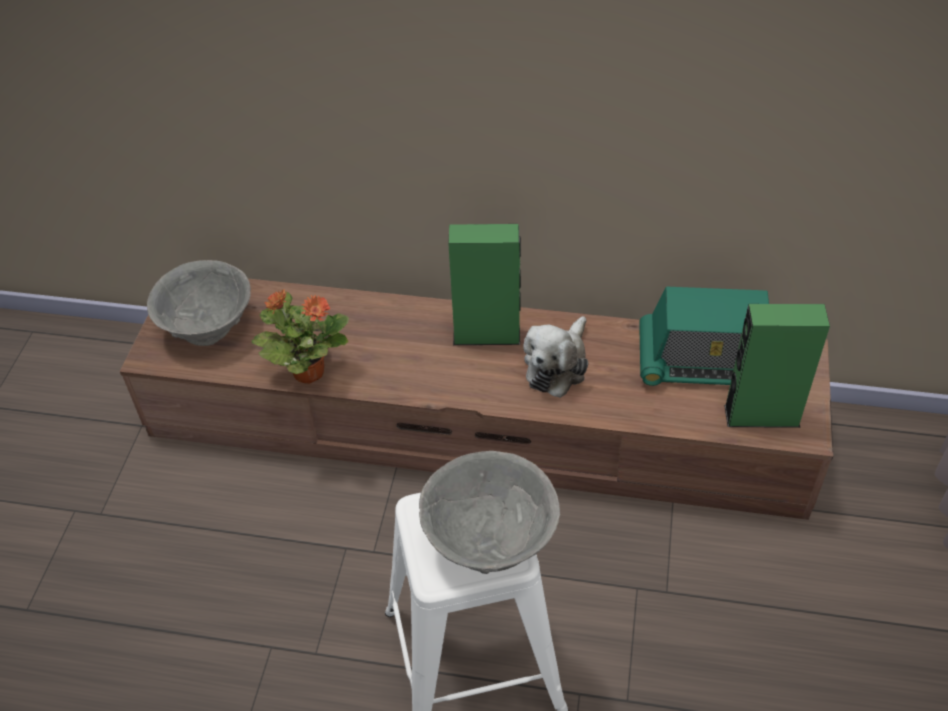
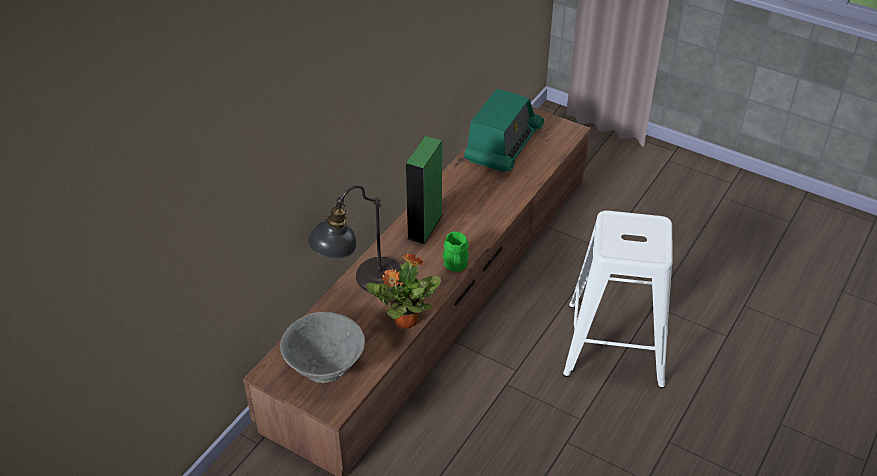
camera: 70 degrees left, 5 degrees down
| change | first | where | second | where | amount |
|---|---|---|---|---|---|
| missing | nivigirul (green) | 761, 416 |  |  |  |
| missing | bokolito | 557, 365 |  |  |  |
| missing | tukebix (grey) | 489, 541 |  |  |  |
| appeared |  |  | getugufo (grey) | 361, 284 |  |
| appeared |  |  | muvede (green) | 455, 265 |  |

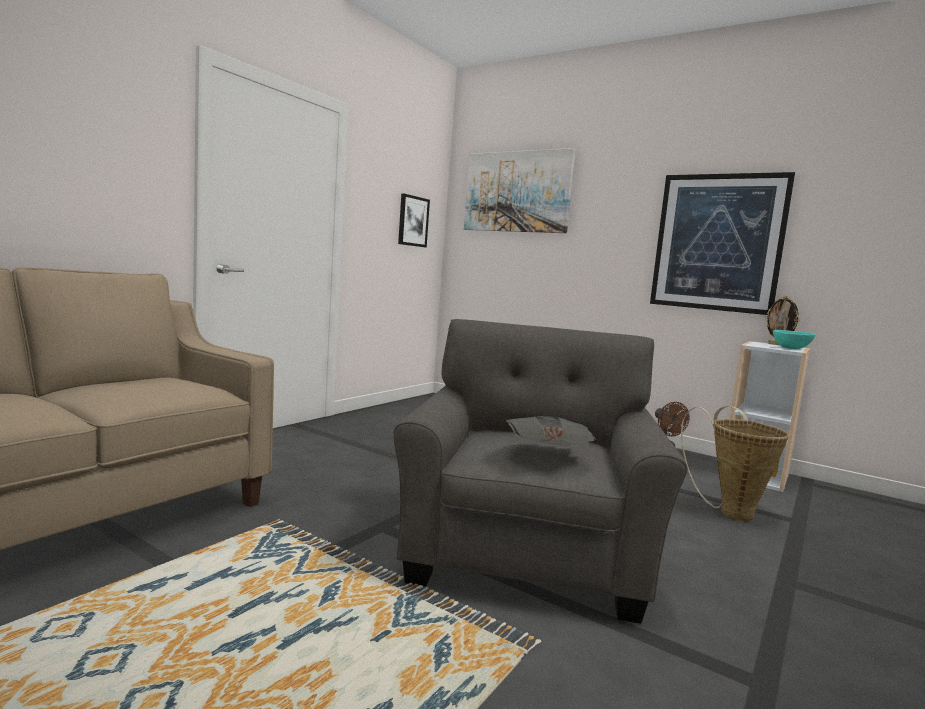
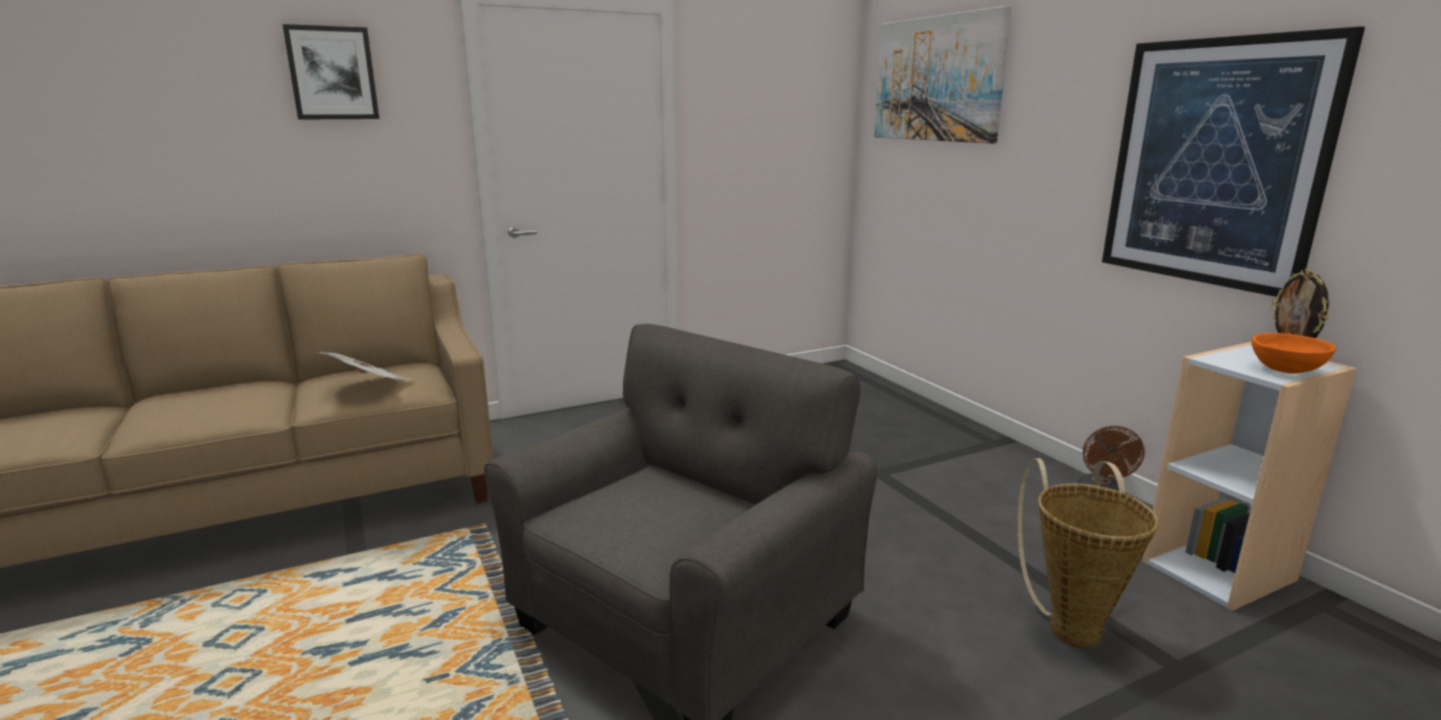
camera: 30 degrees right, 10 degrees up
| change | first | where | second | where | amount |
|---|---|---|---|---|---|
| relocated | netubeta | 413, 221 |  | 332, 73 |  |
| colour | tukebix (turquoise) | 791, 348 | tukebix (orange) | 1286, 371 |  |
| relocated | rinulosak | 548, 456 |  | 370, 387 |  |

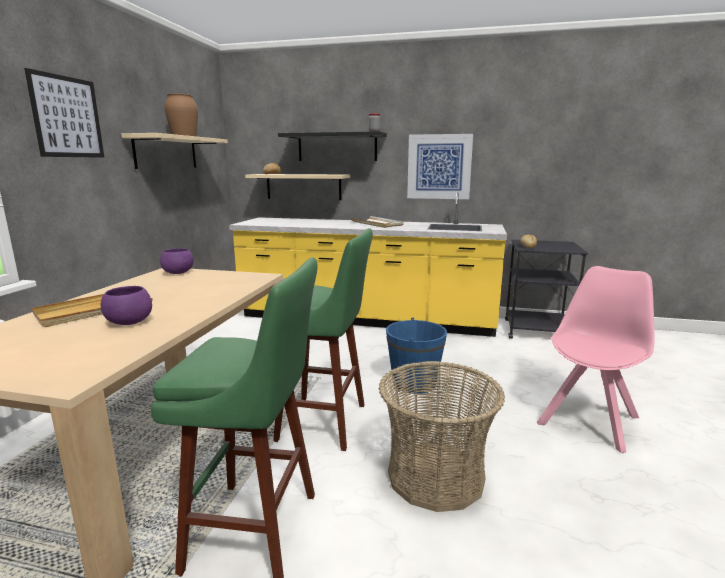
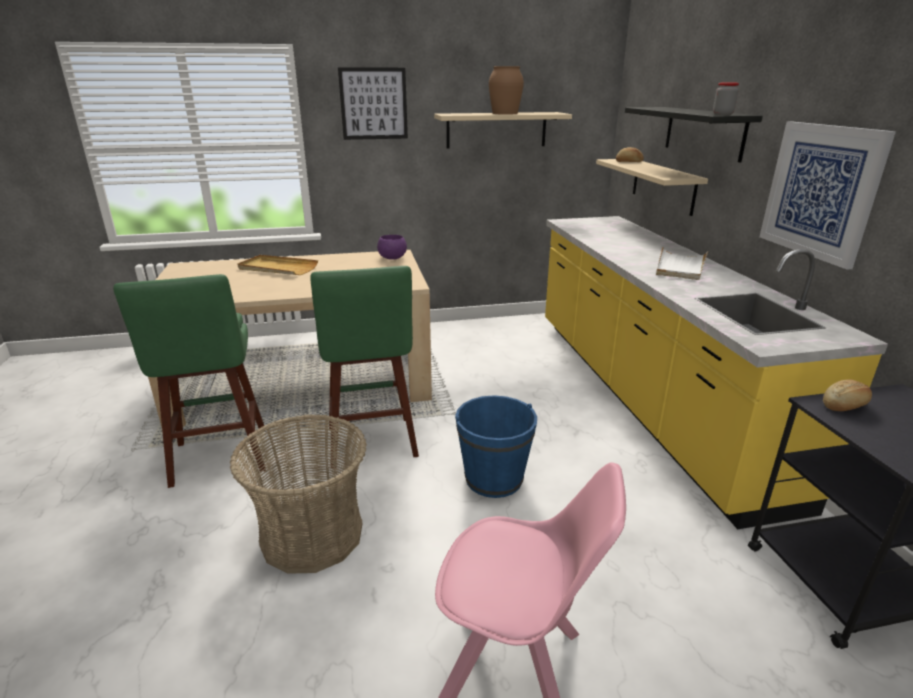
camera: 65 degrees right, 10 degrees up
| change | first | where | second | where | amount |
|---|---|---|---|---|---|
| missing | tukebix (purple) | 129, 323 |  |  |  |

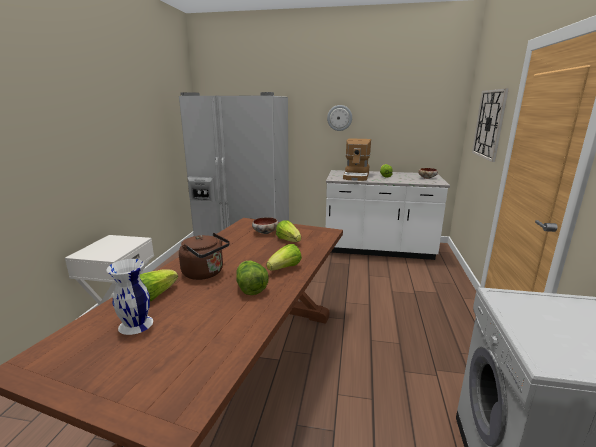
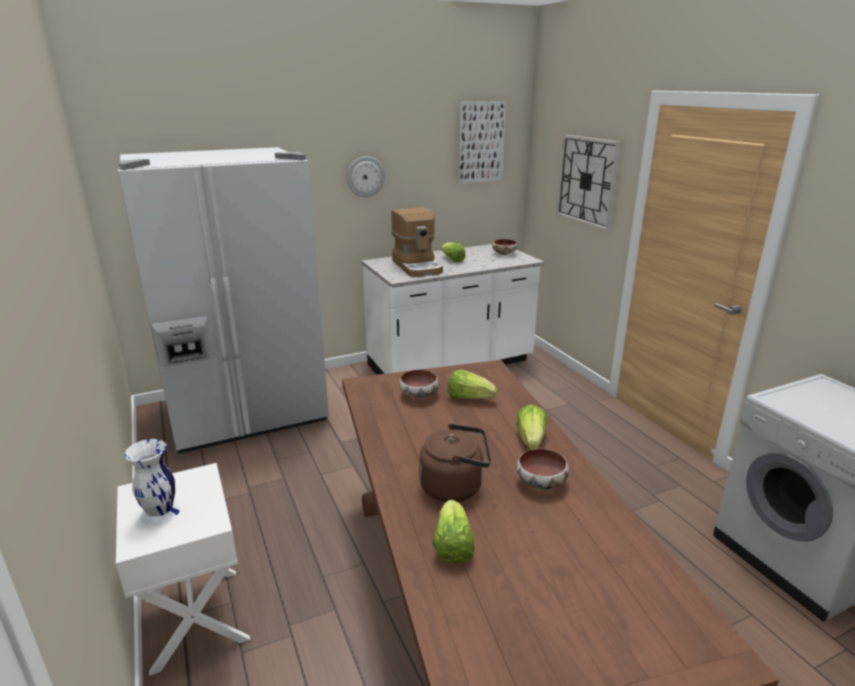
camera: 35 degrees left, 5 degrees up
| change | first | where | second | where | amount |
|---|---|---|---|---|---|
| relocated | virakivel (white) | 135, 324 |  | 160, 513 |  |
| exchanged | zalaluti | 250, 288 | tukebix | 541, 483 |  |
| appeared |  |  | netubeta | 480, 142 |  |

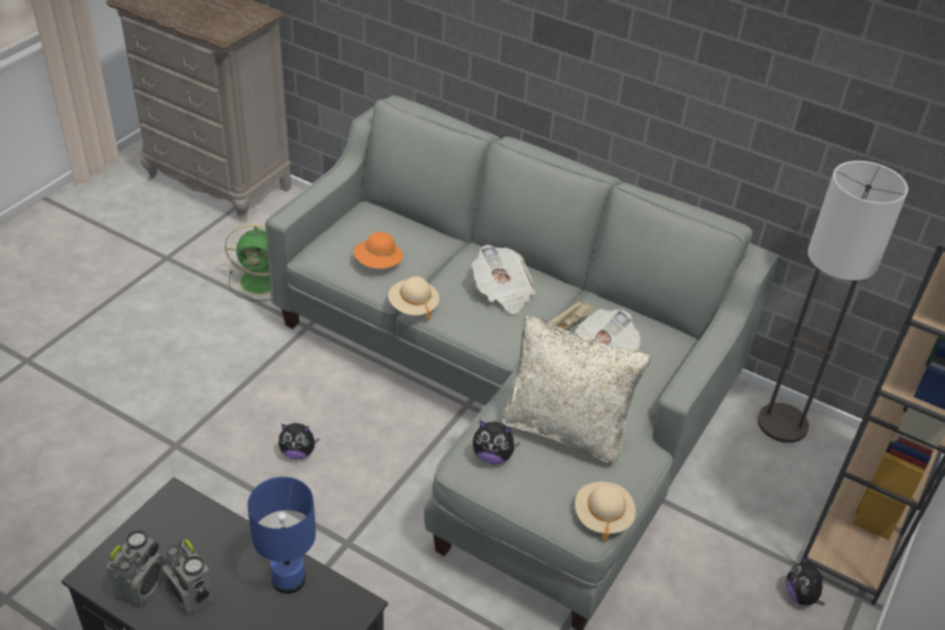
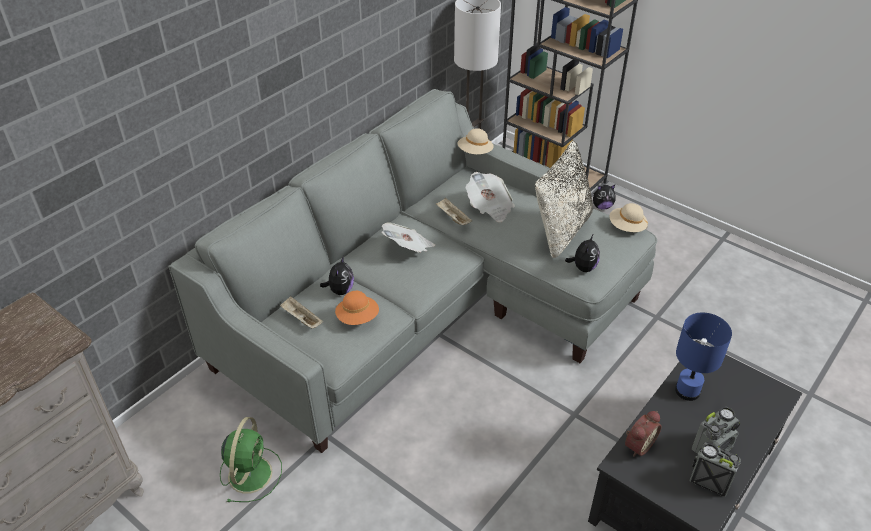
camera: 80 degrees left, 0 degrees up
| change | first | where | second | where | amount |
|---|---|---|---|---|---|
| relocated | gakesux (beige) | 413, 306 |  | 475, 152 |  |
| relocated | bokolito | 298, 452 |  | 340, 290 |  |
| appeared |  |  | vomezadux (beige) | 301, 319 |  |
| appeared |  |  | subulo | 637, 444 |  |

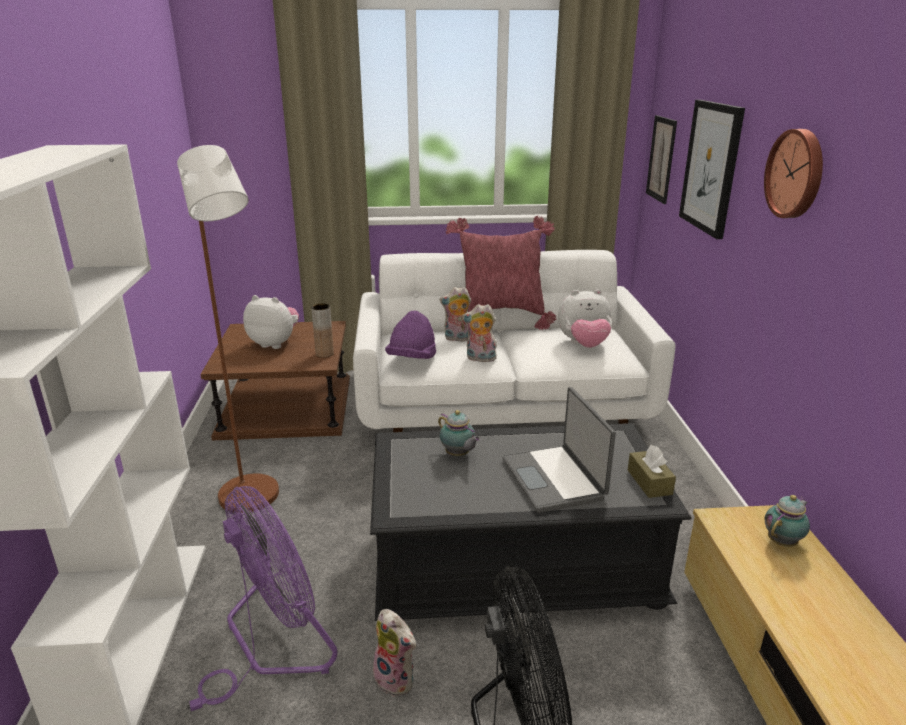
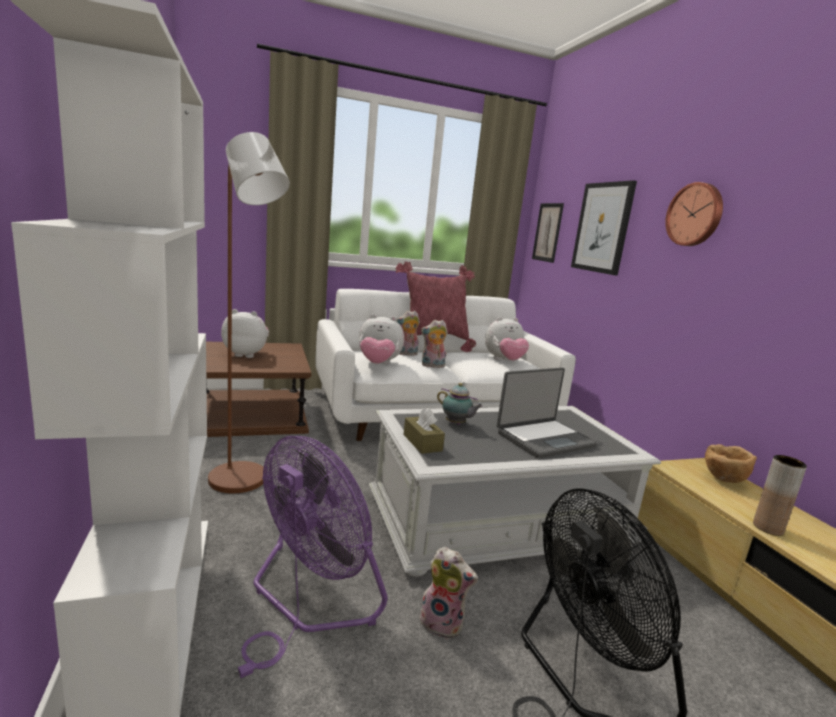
camera: 15 degrees left, 10 degrees down
| change | first | where | second | where | amount |
|---|---|---|---|---|---|
| relocated | virakivel (brown) | 324, 354 |  | 768, 528 |  |
| exchanged | gakesux (purple) | 412, 359 | bokolito | 378, 364 |  |
| spun | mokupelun | 554, 479 |  | 544, 438 | 90 degrees counterclockwise |
| colour | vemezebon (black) | 515, 560 | vemezebon (white) | 498, 519 |  |
| relocated | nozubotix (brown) | 649, 482 |  | 422, 443 |  |
| exchanged | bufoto | 783, 542 | tukebix (brown) | 723, 480 |  |

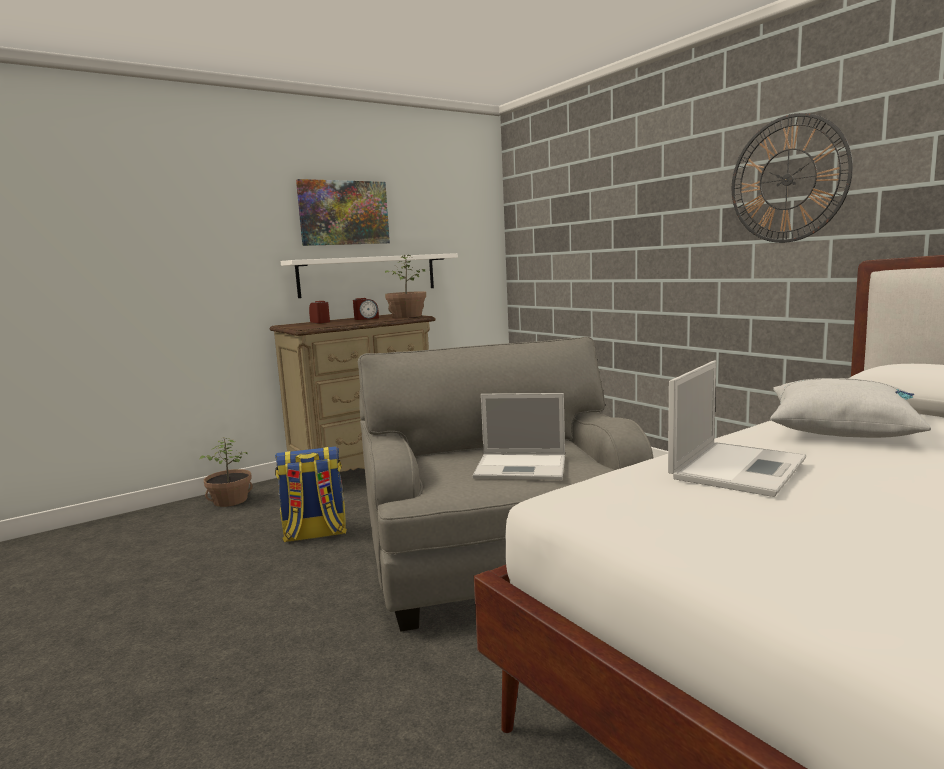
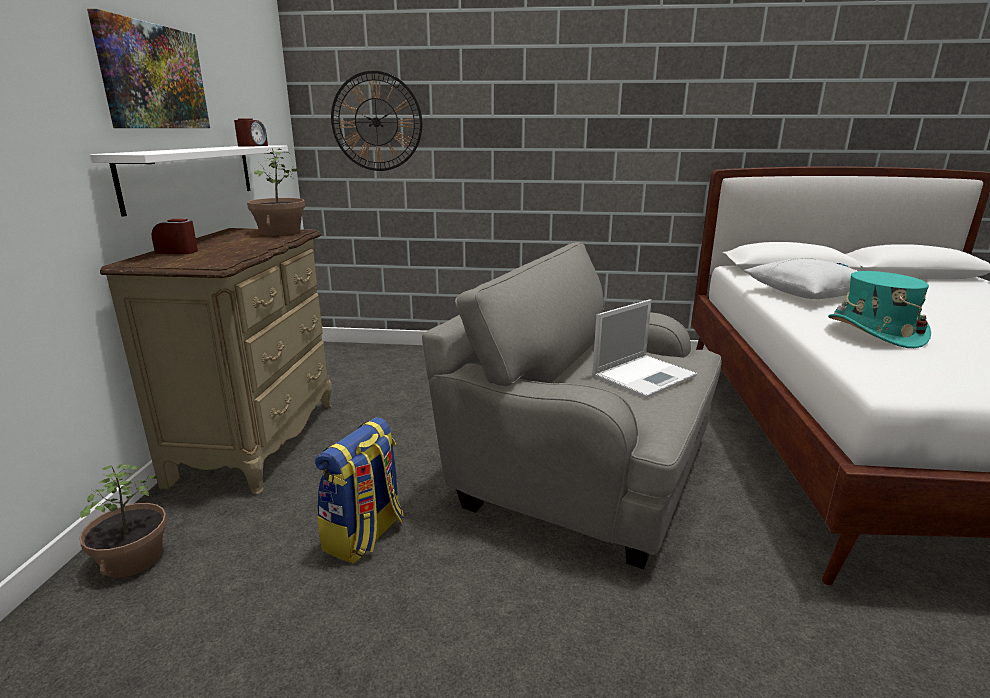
camera: 50 degrees left, 10 degrees up
| change | first | where | second | where | amount |
|---|---|---|---|---|---|
| relocated | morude | 787, 179 |  | 376, 122 |  |
| relocated | subulo | 366, 318 |  | 252, 146 |  |
| exchanged | mokupelun | 738, 468 | gakesux (turquoise) | 874, 332 |  |

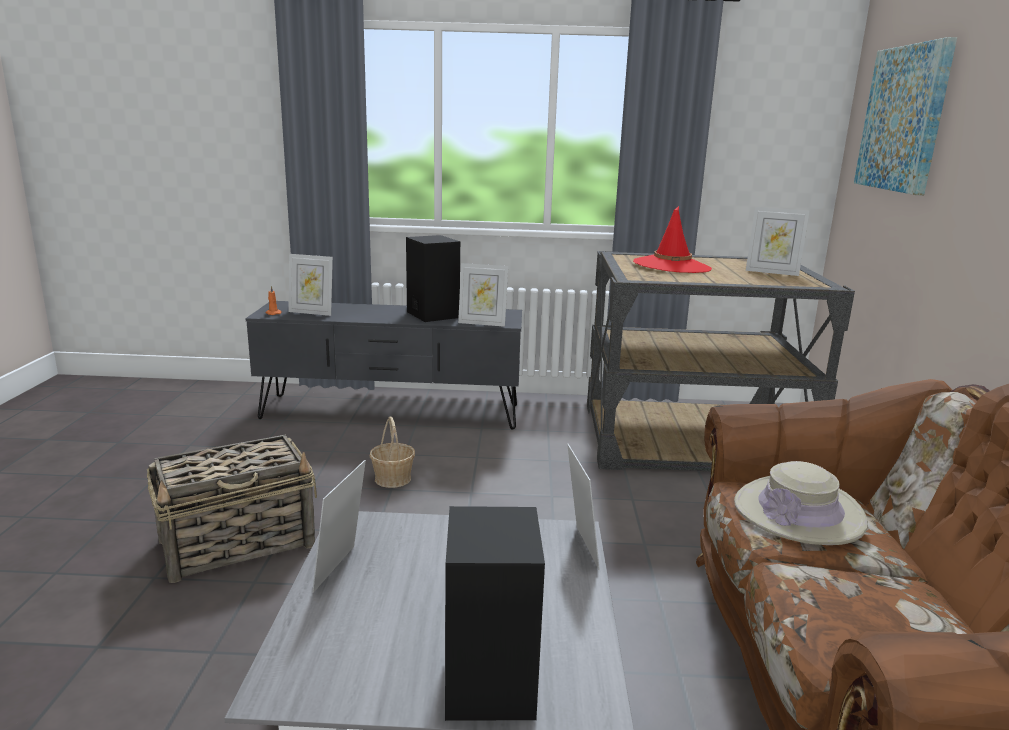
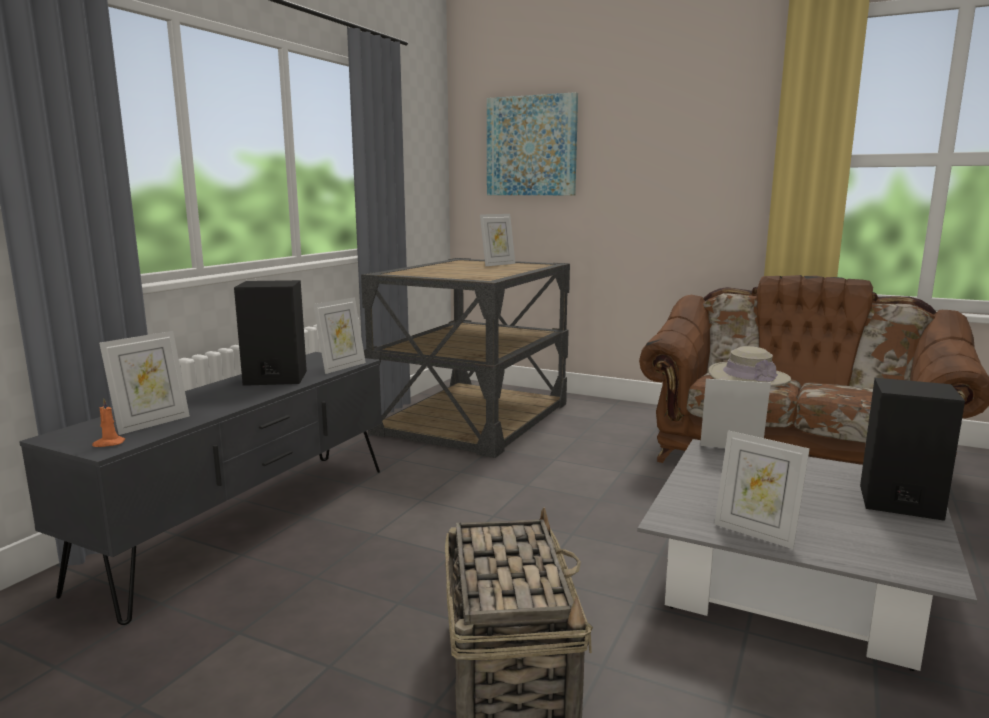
camera: 65 degrees left, 5 degrees down
| change | first | where | second | where | amount |
|---|---|---|---|---|---|
| missing | gakesux (red) | 671, 266 |  |  |  |
| missing | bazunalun | 393, 478 |  |  |  |

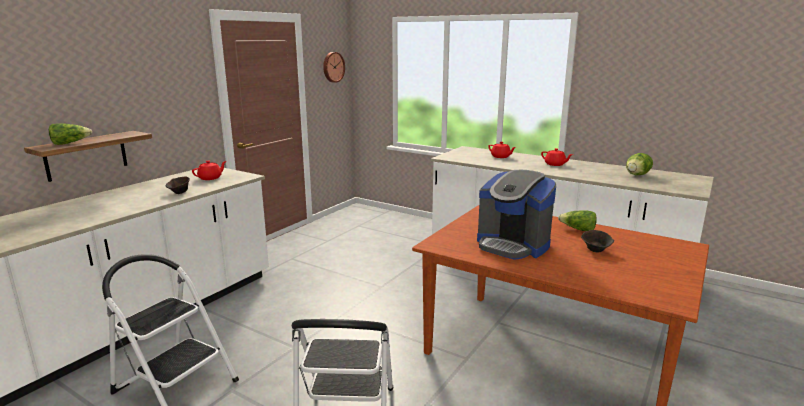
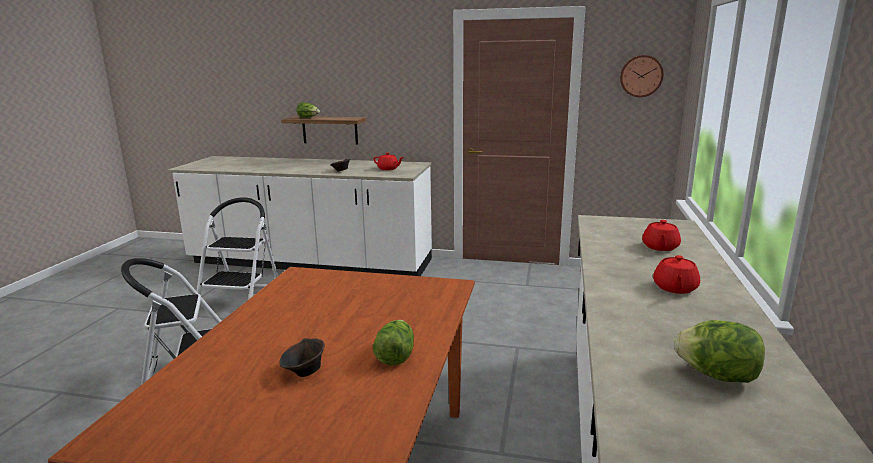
camera: 70 degrees right, 0 degrees up
| change | first | where | second | where | amount |
|---|---|---|---|---|---|
| missing | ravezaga | 512, 245 |  |  |  |

